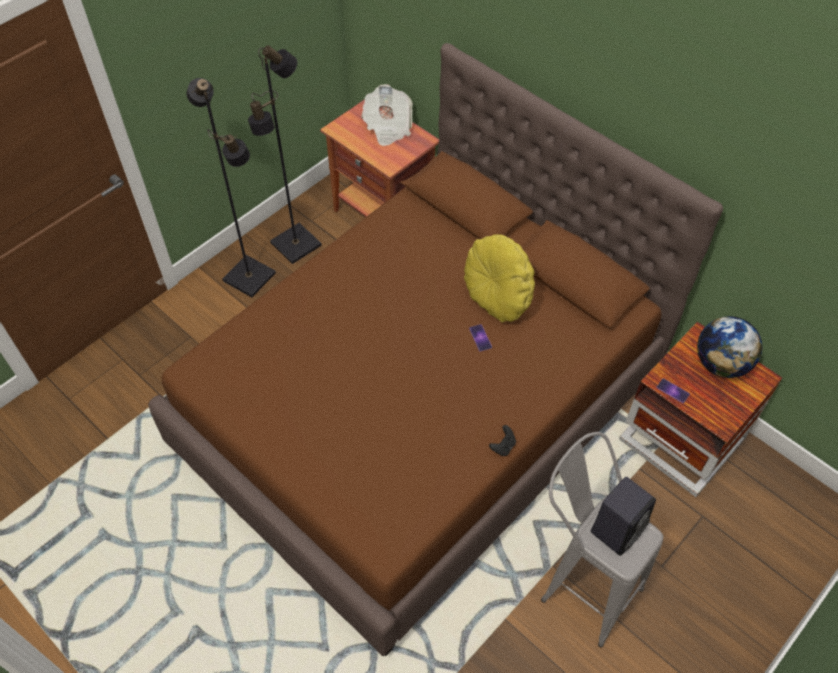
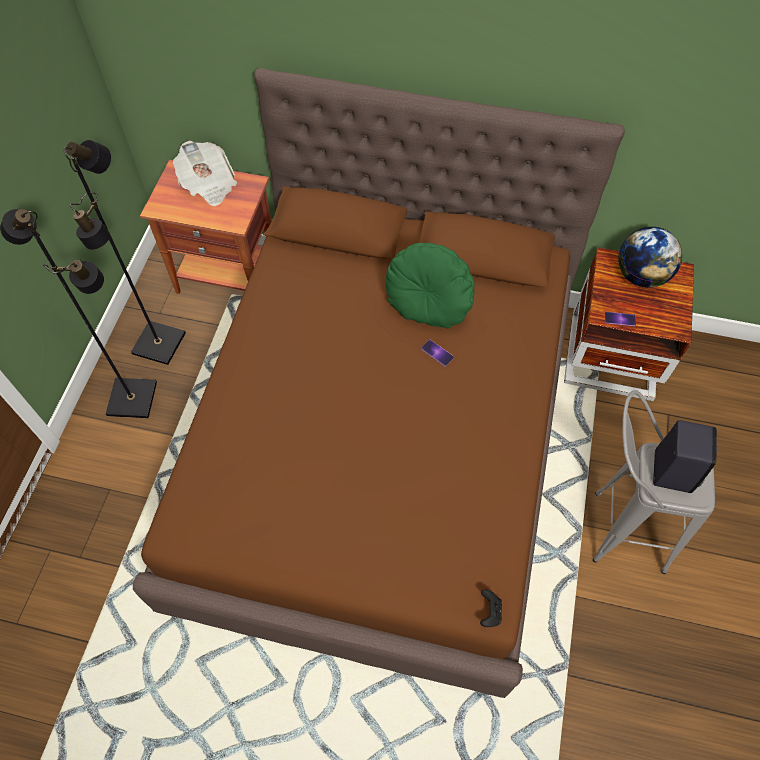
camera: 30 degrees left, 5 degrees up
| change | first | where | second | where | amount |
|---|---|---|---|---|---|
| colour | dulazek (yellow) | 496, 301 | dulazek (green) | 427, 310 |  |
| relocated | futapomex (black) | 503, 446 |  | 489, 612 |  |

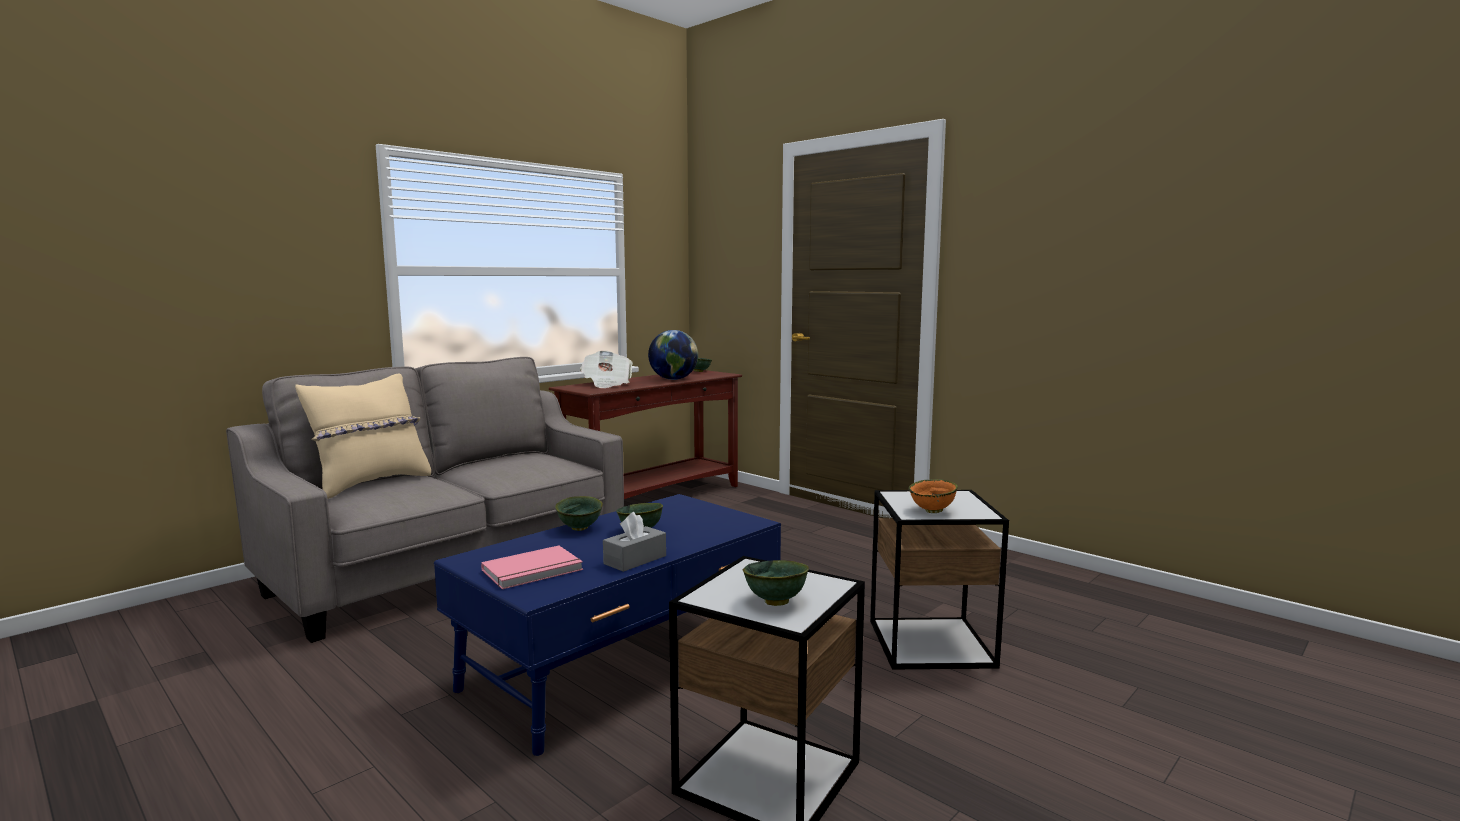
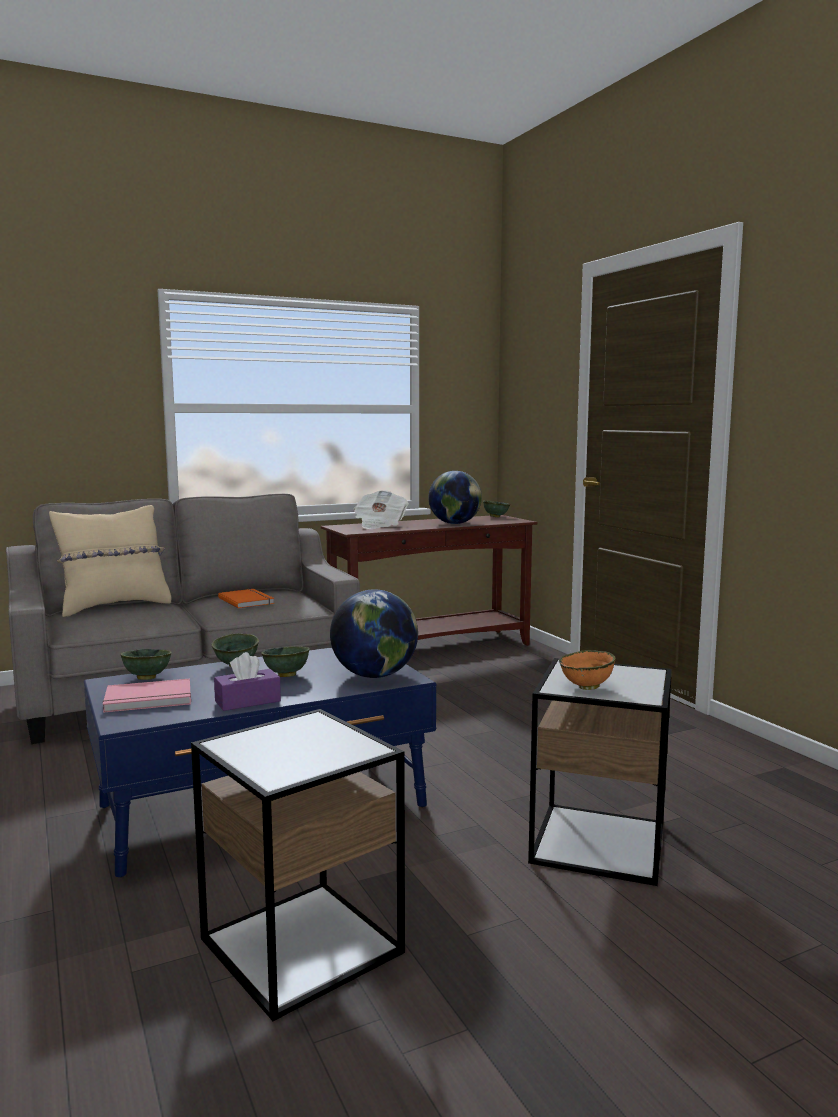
camera: 20 degrees right, 0 degrees up
| change | first | where | second | where | amount |
|---|---|---|---|---|---|
| colour | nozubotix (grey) | 635, 560 | nozubotix (purple) | 247, 701 |  |
| relocated | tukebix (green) | 774, 602 |  | 146, 678 |  |
| appeared |  |  | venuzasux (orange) | 247, 600 |  |
| appeared |  |  | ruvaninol | 374, 675 |  |

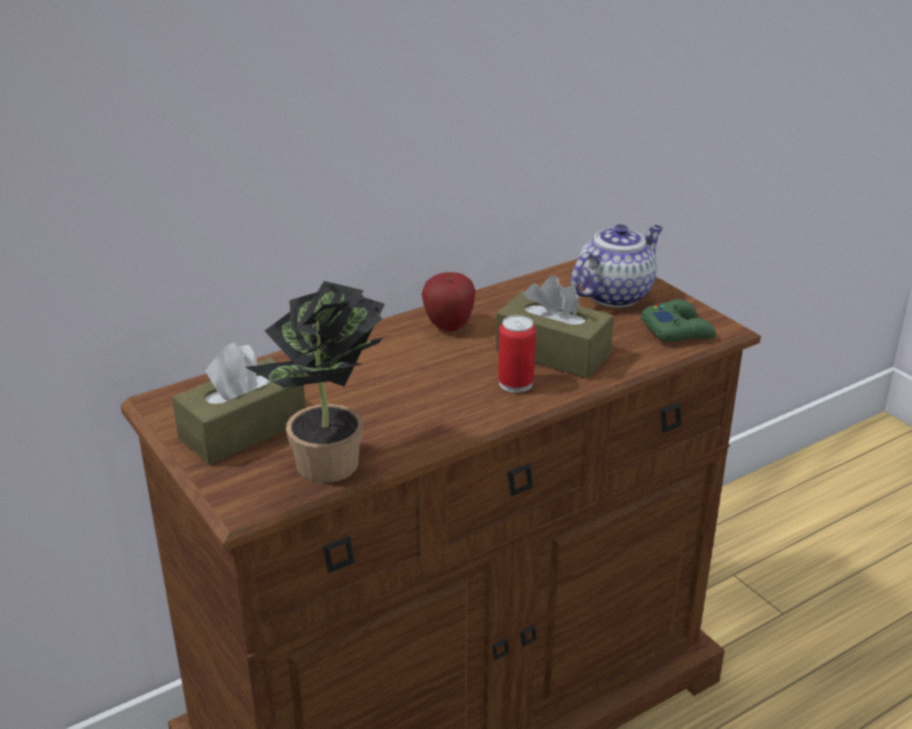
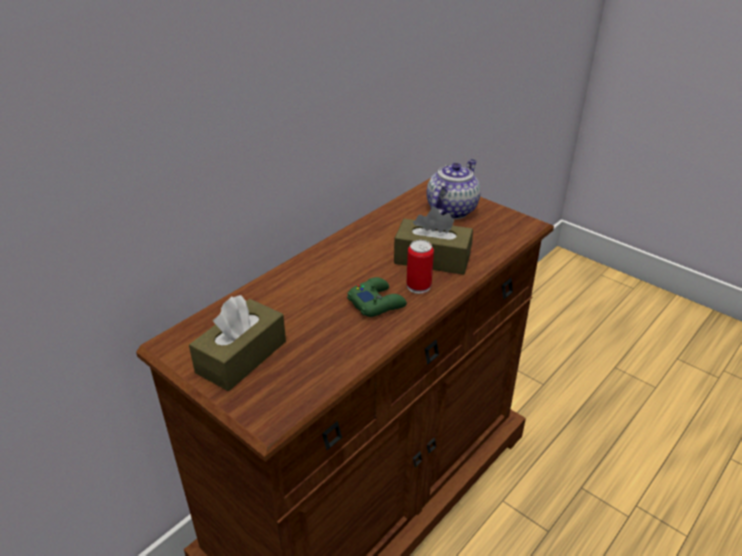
camera: 15 degrees left, 5 degrees up
| change | first | where | second | where | amount |
|---|---|---|---|---|---|
| missing | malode | 449, 326 |  |  |  |
| missing | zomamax | 332, 469 |  |  |  |
| relocated | futapomex (green) | 677, 330 |  | 376, 303 |  |

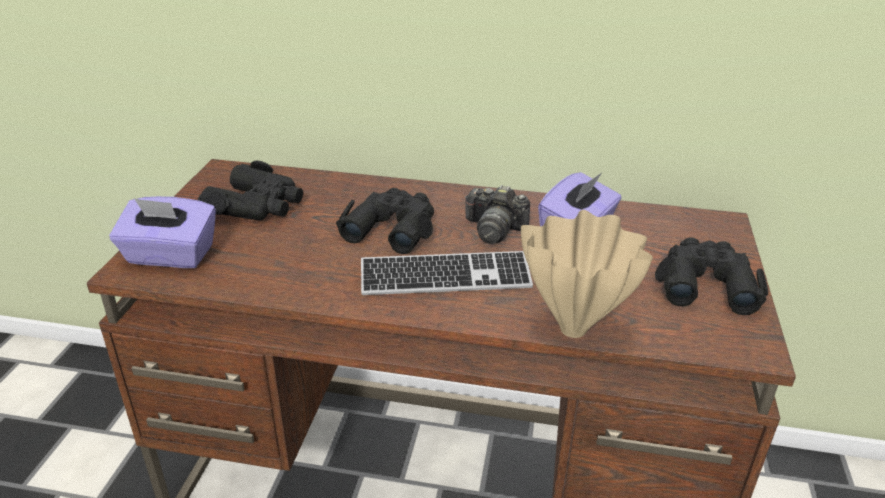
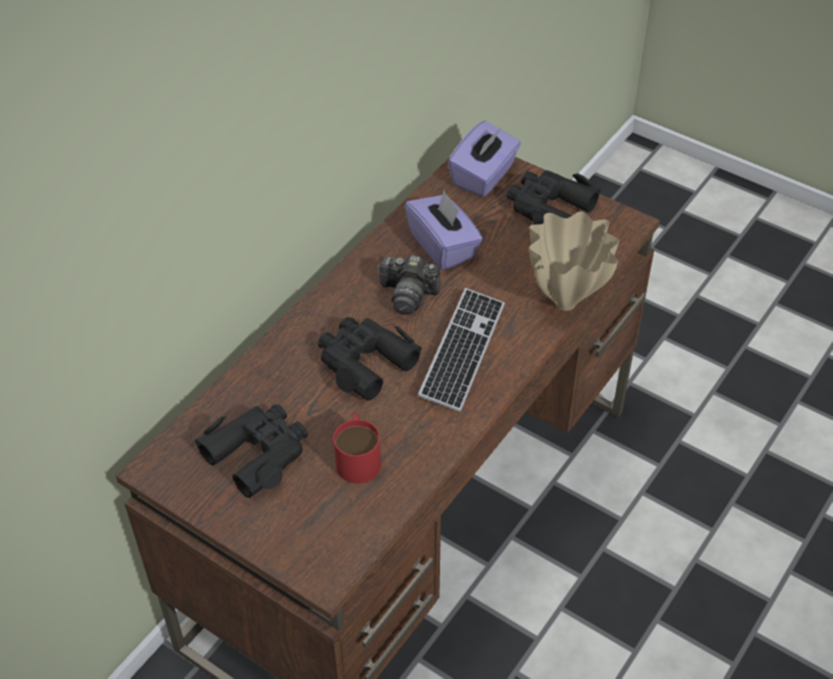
camera: 65 degrees left, 15 degrees up
| change | first | where | second | where | amount |
|---|---|---|---|---|---|
| spun | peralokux | 494, 230 |  | 408, 295 | 60 degrees clockwise |
| relocated | nozubotix (purple) | 170, 256 |  | 484, 176 |  |
| appeared |  |  | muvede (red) | 358, 457 |  |

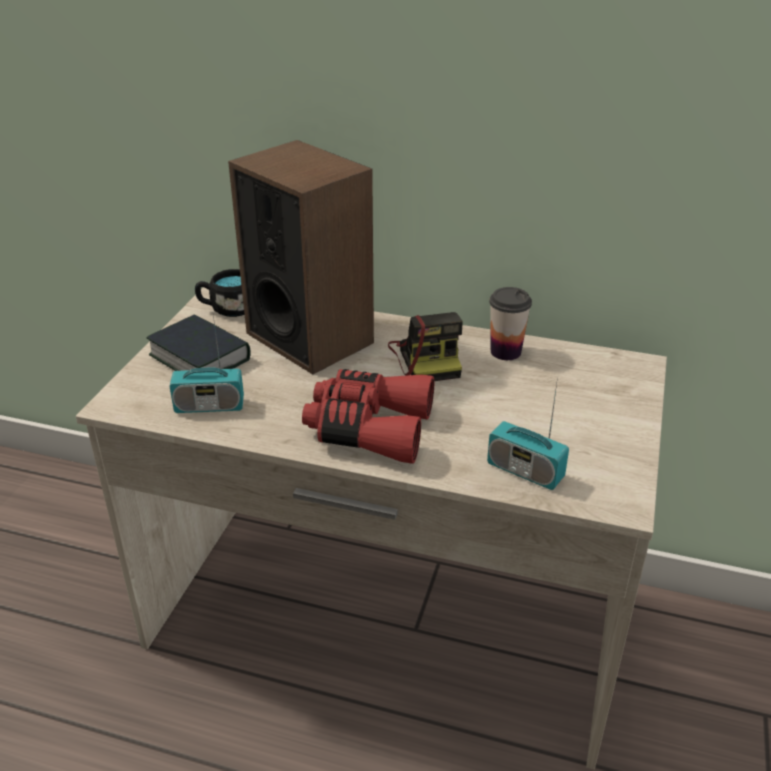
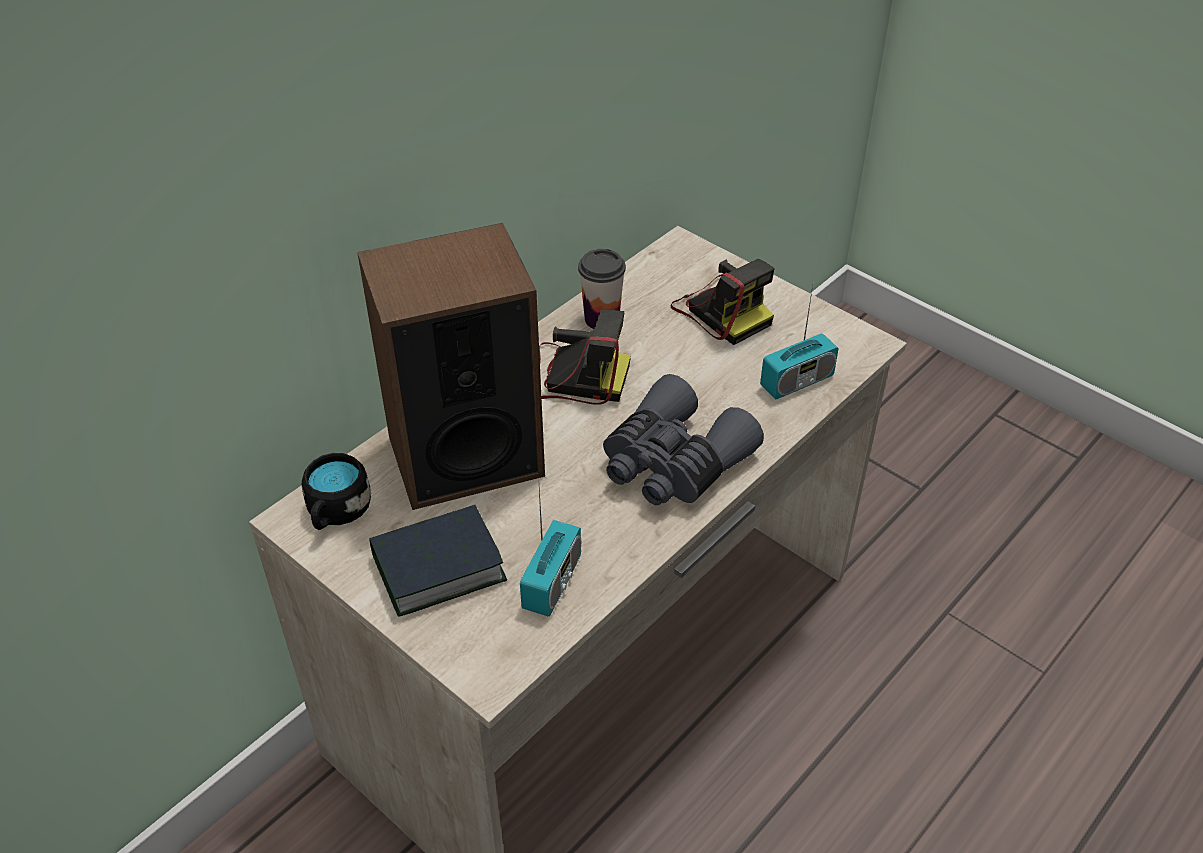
camera: 65 degrees left, 10 degrees up
| change | first | where | second | where | amount |
|---|---|---|---|---|---|
| colour | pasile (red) | 368, 428 | pasile (grey) | 673, 463 |  |
| appeared |  |  | peralokux | 721, 311 |  |

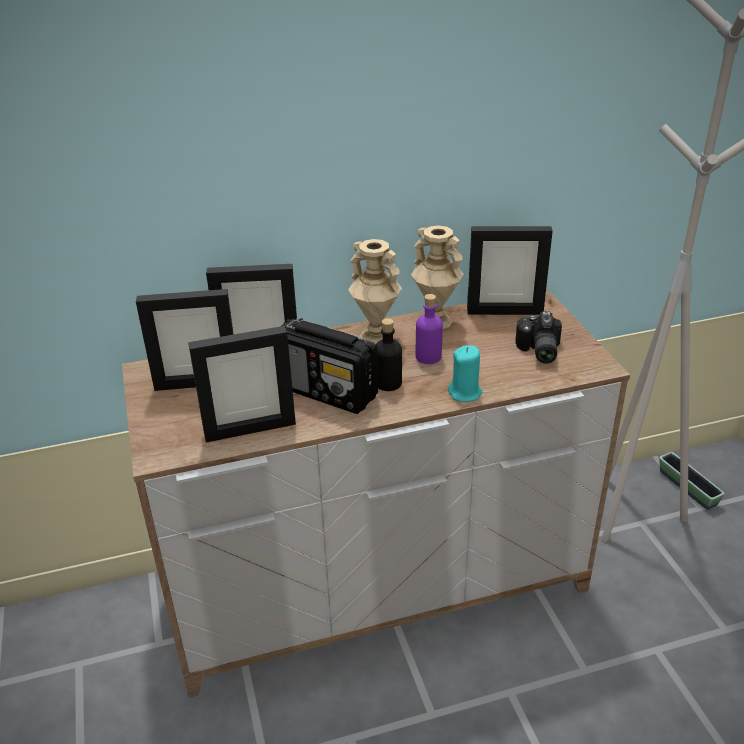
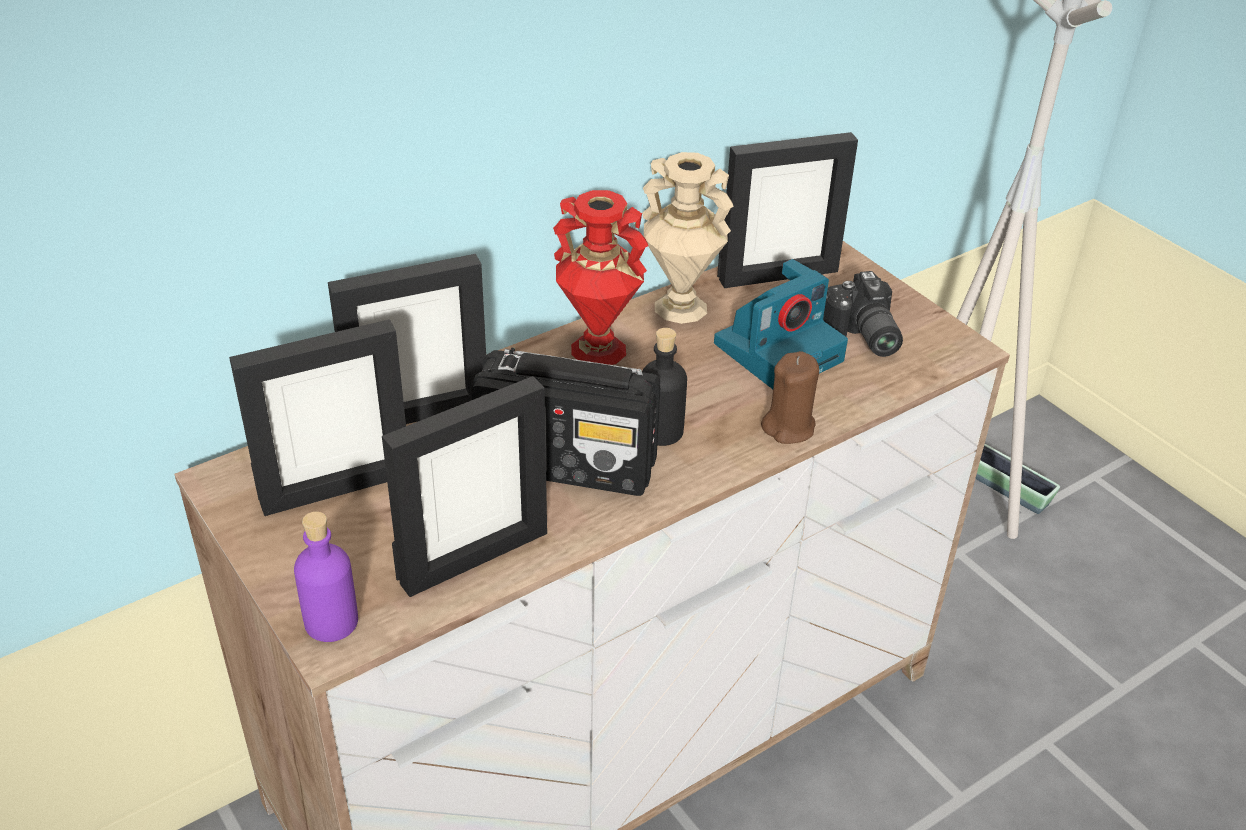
camera: 20 degrees left, 5 degrees up
| change | first | where | second | where | amount |
|---|---|---|---|---|---|
| colour | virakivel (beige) | 375, 336 | virakivel (red) | 597, 350 |  |
| relocated | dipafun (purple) | 428, 357 |  | 331, 622 |  |
| colour | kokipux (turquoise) | 465, 393 | kokipux (brown) | 789, 427 |  |
| appeared |  |  | peralokux | 779, 350 |  |

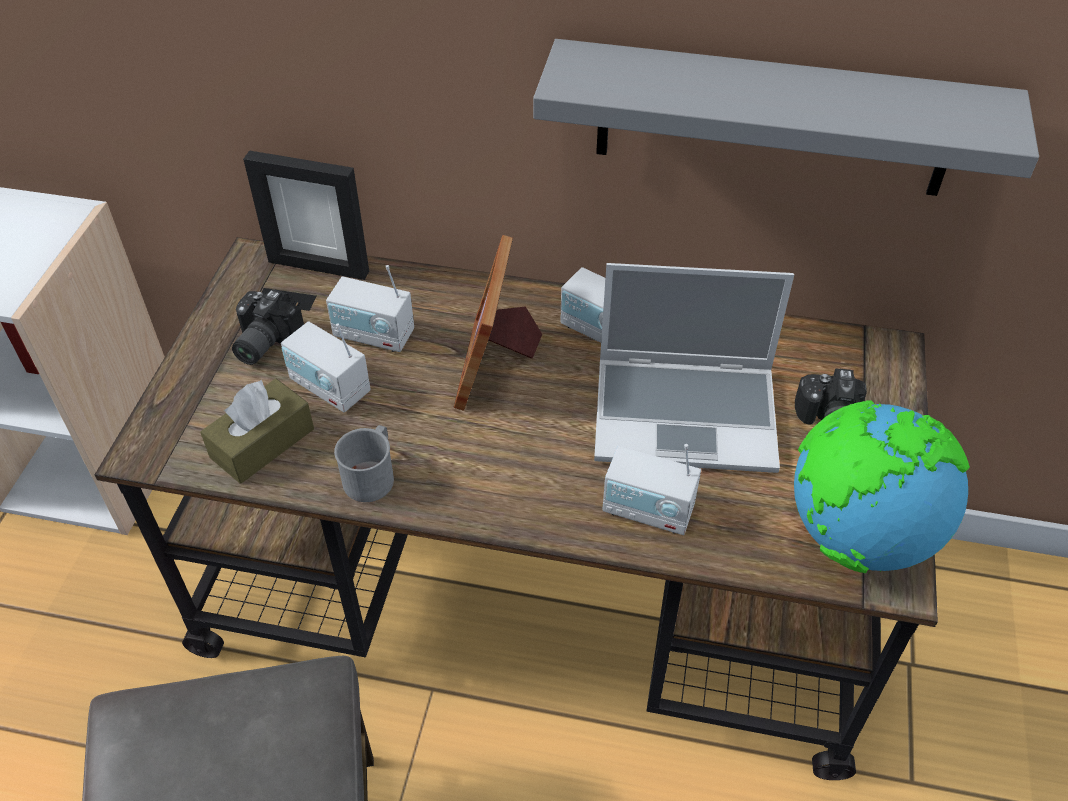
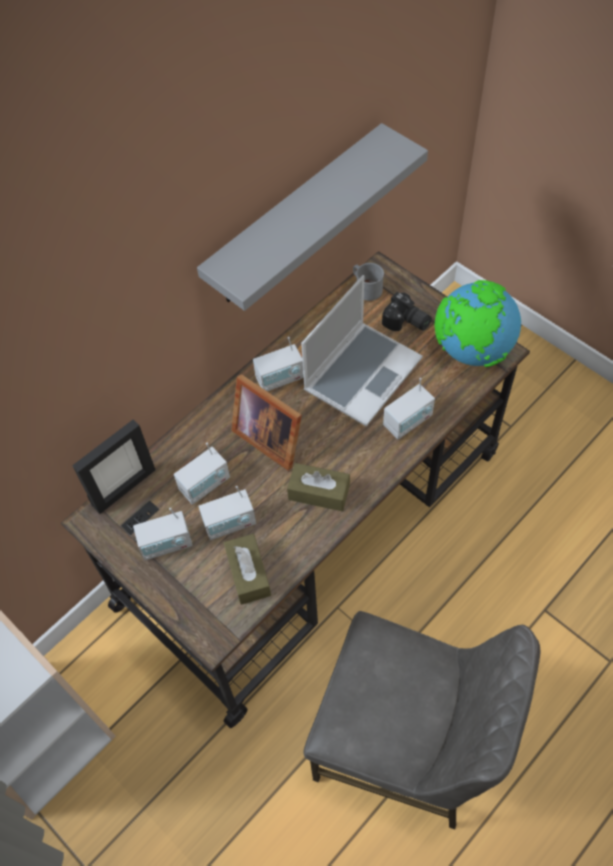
camera: 55 degrees left, 10 degrees up
| change | first | where | second | where | amount |
|---|---|---|---|---|---|
| exchanged | peralokux | 261, 341 | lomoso | 166, 544 |  |
| relocated | muvede (grey) | 372, 475 |  | 366, 288 |  |
| appeared |  |  | nozubotix (brown) | 319, 492 |  |

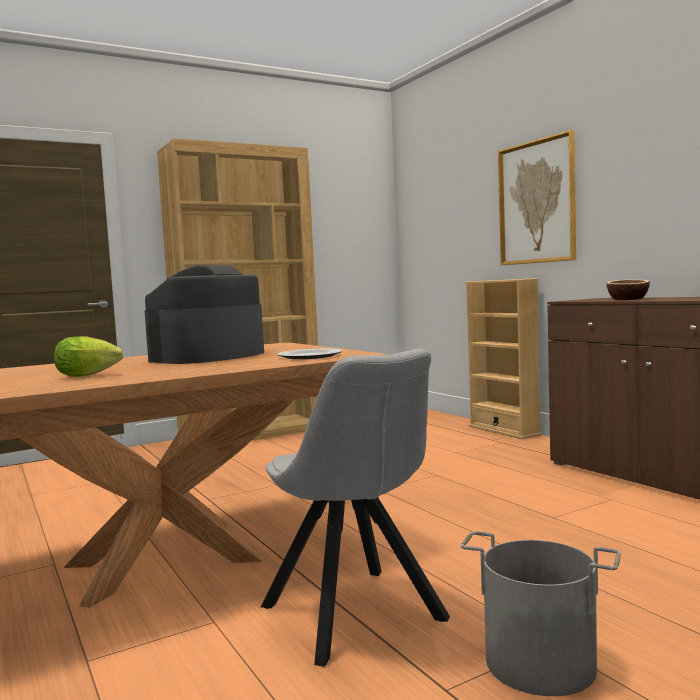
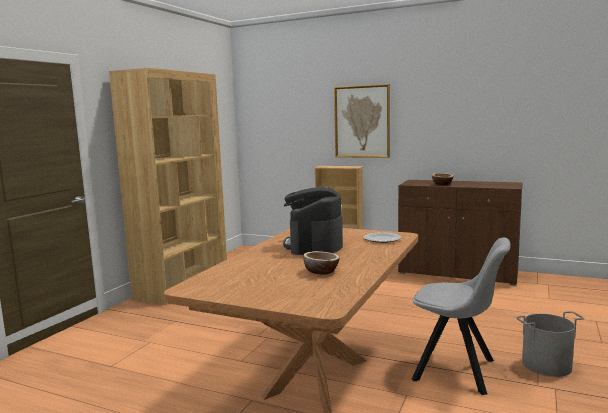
camera: 35 degrees left, 5 degrees up
| change | first | where | second | where | amount |
|---|---|---|---|---|---|
| exchanged | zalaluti | 91, 375 | tukebix | 321, 271 |  |

